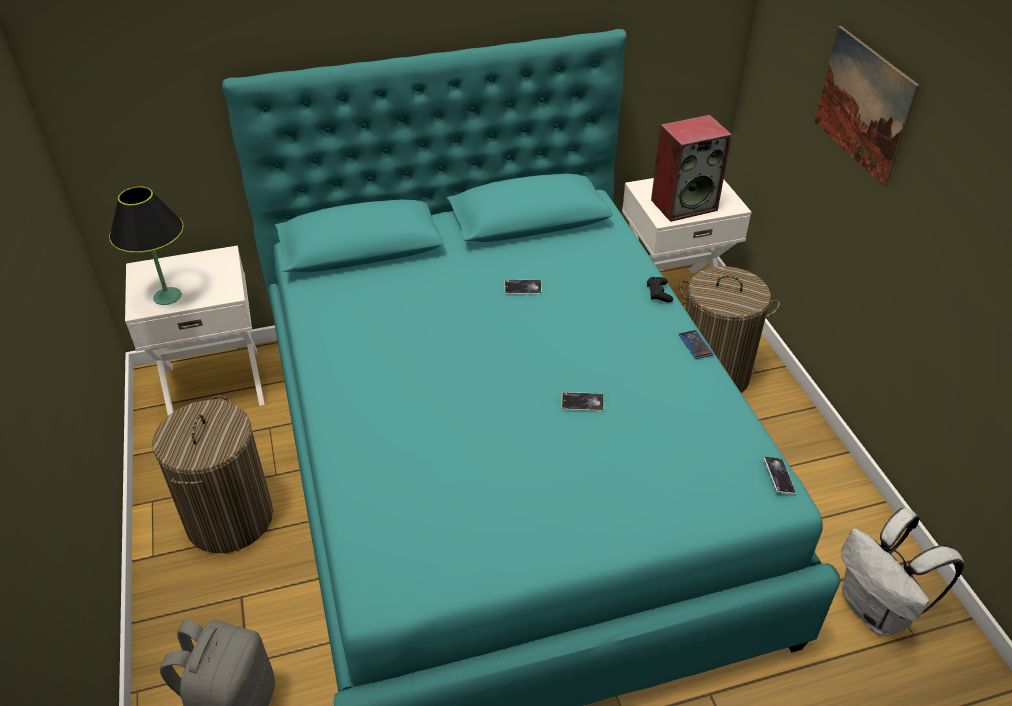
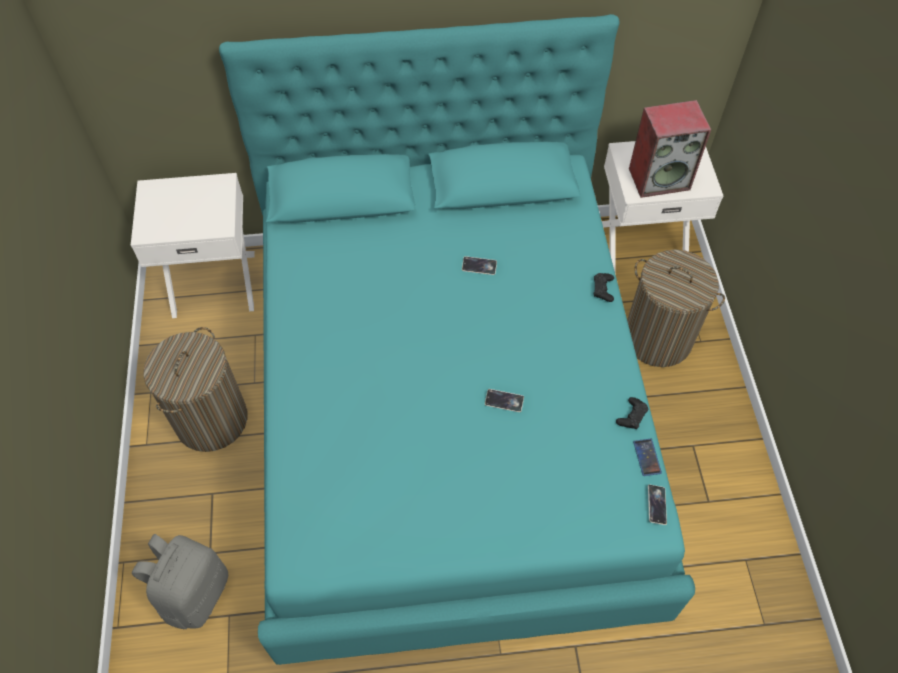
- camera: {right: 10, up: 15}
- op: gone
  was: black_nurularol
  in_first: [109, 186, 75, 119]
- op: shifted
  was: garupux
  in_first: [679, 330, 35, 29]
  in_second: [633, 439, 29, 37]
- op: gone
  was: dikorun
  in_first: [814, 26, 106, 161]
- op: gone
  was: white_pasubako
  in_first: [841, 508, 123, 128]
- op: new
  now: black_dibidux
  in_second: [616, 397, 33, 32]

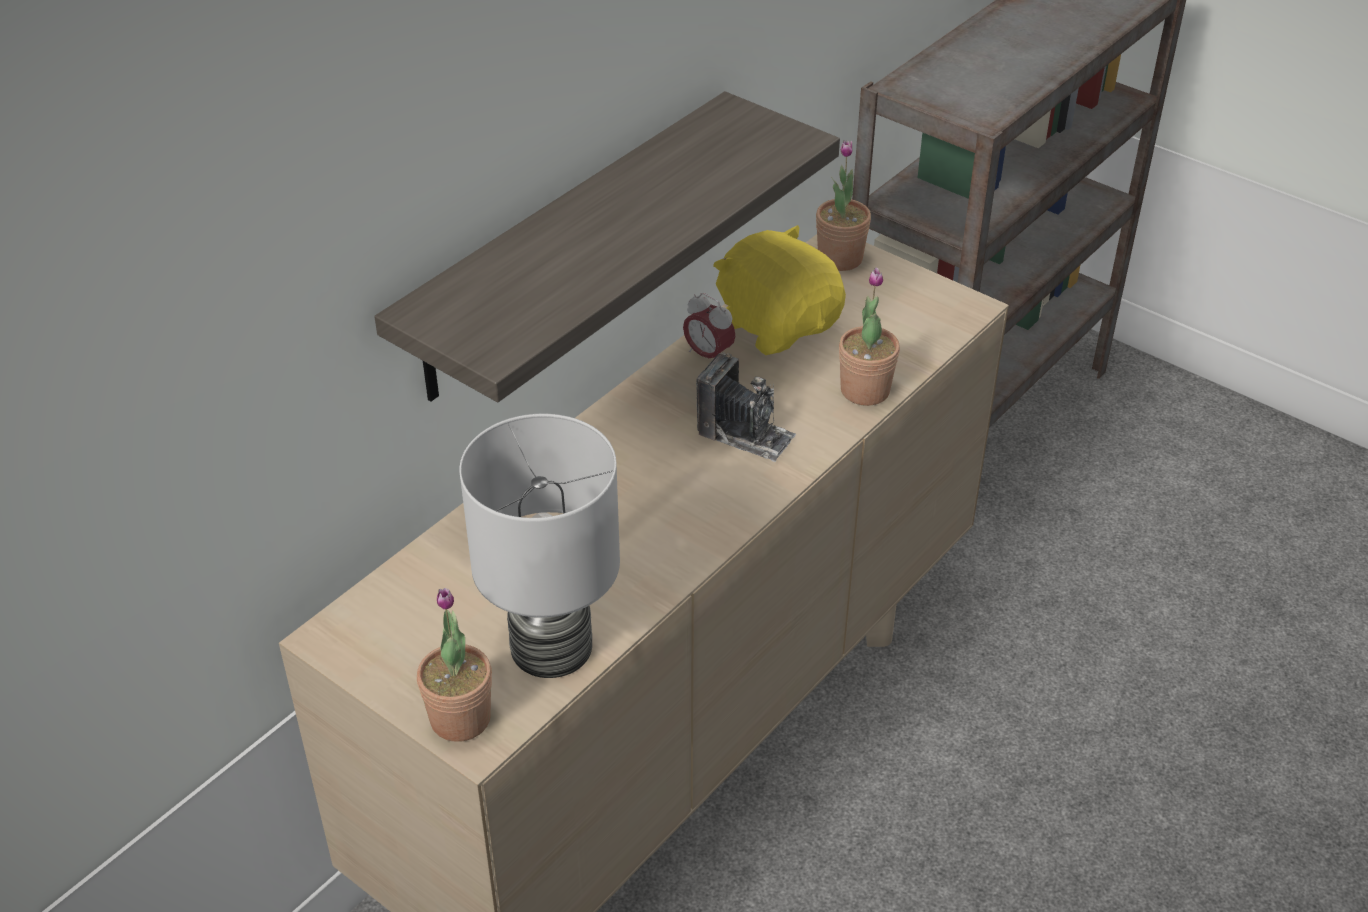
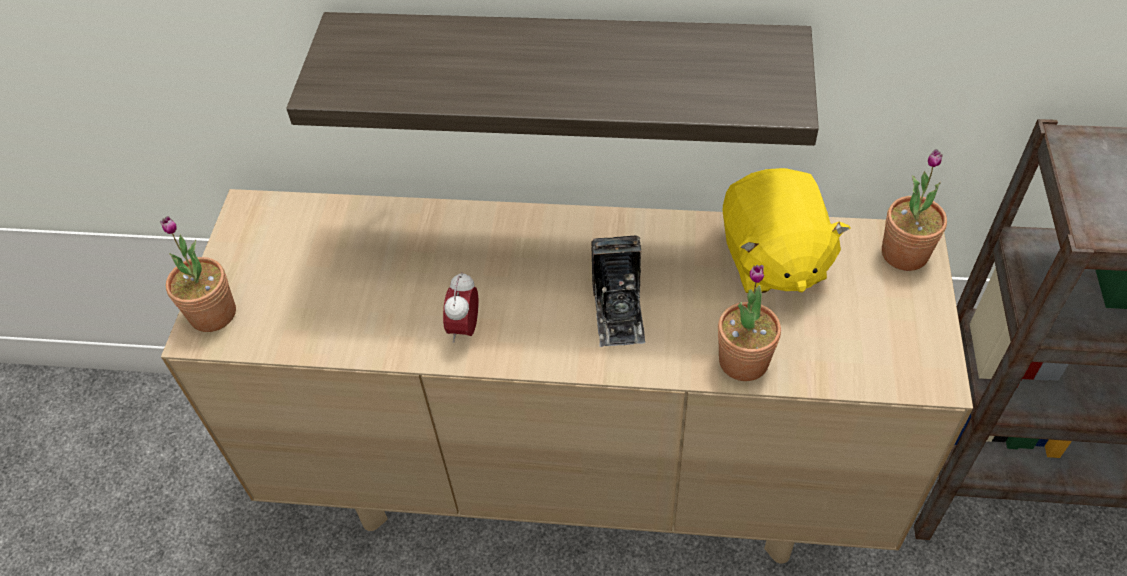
- camera: {right: 60, up: 10}
- op: gone
  was: grey_nurularol
  in_first: [459, 414, 161, 264]
- op: shifted
  was: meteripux
  in_first: [683, 293, 52, 65]
  in_second: [443, 272, 36, 71]
- op: rotated
  was: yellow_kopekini
  in_first: [713, 225, 133, 130]
  in_second: [722, 168, 128, 125]
  clockwise: 150

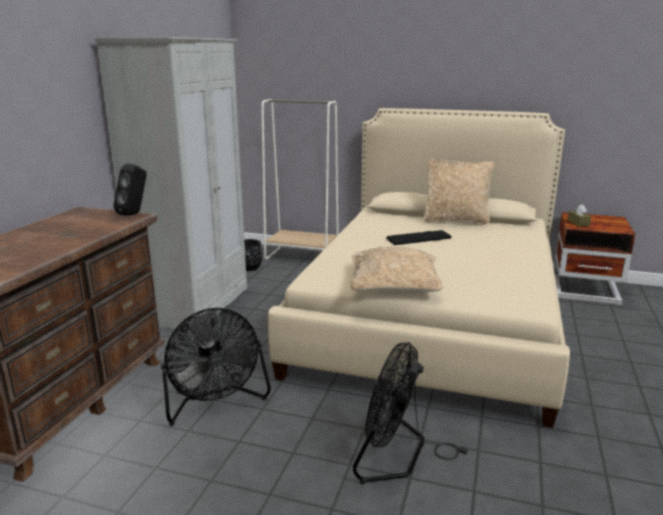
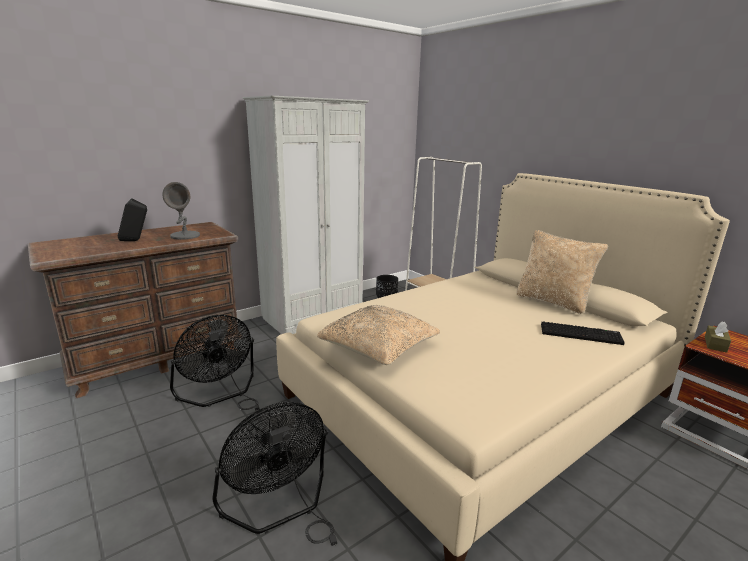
- camera: {right: 35, up: 0}
- op: shifted
  was: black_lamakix
  in_first: [113, 163, 34, 53]
  in_second: [117, 198, 30, 43]
- op: rotated
  was: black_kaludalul
  in_first: [161, 308, 110, 118]
  in_second: [170, 315, 90, 96]
  clockwise: 135
- op: shifted
  was: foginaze
  in_first: [386, 230, 66, 15]
  in_second: [541, 321, 84, 24]
- op: new
  now: grey_nurularol
  in_second: [162, 182, 38, 58]

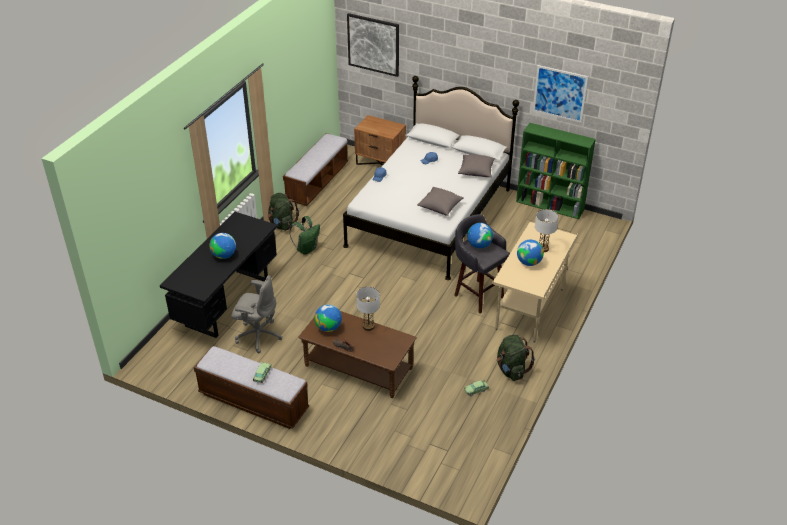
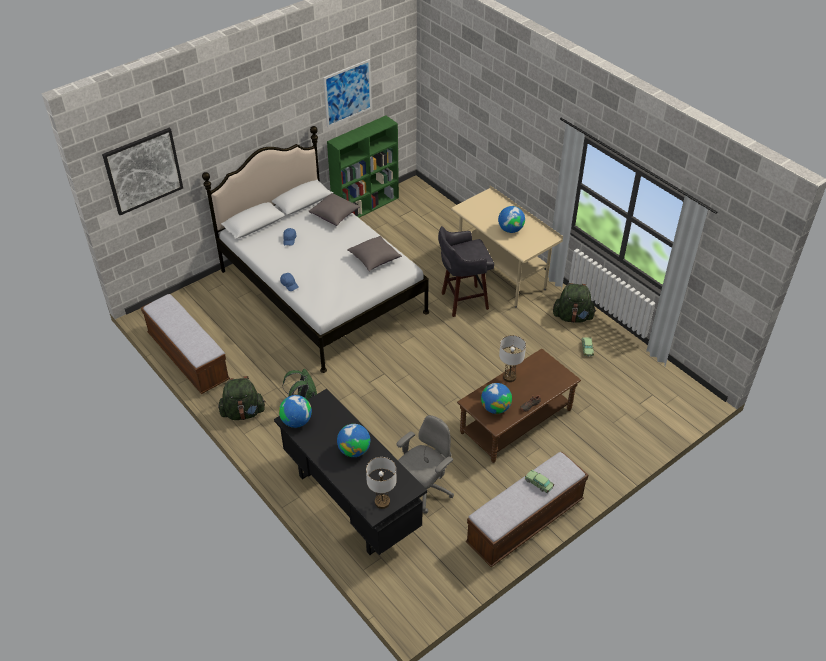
- camera: {right: -65, up: 5}
- op: gone
  was: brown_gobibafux
  in_first: [354, 115, 52, 51]
- op: shifted
  was: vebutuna
  in_first: [467, 223, 26, 25]
  in_second: [279, 395, 33, 33]
- op: shifted
  was: nurularol
  in_first: [535, 209, 24, 43]
  in_second: [366, 457, 31, 52]

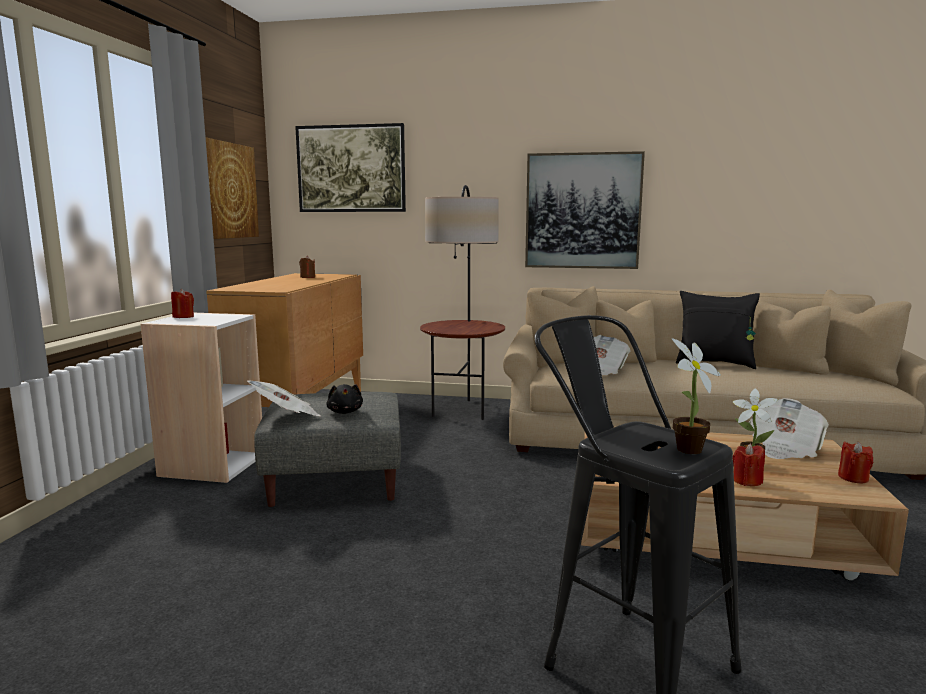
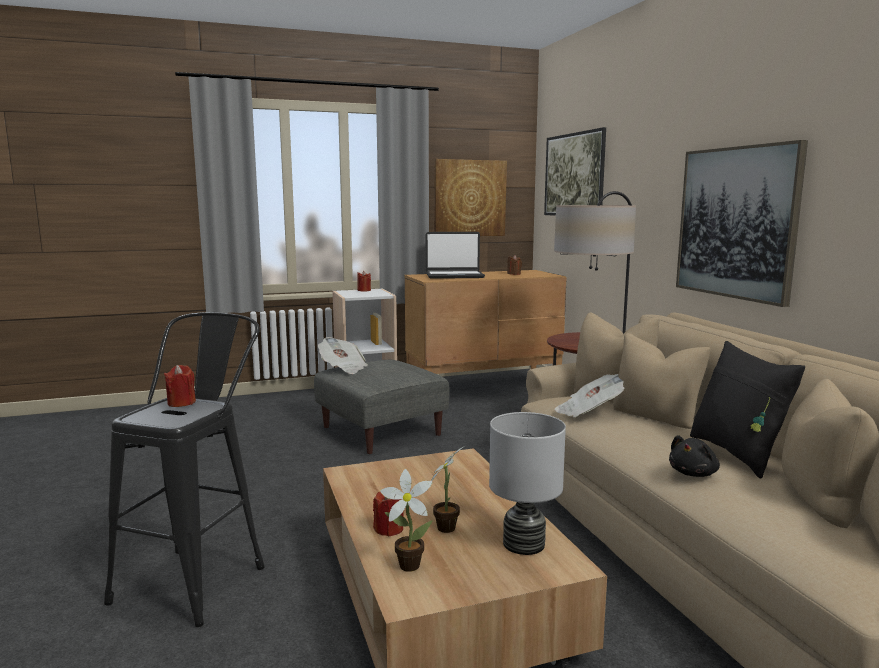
- camera: {right: 60, up: 0}
- op: shifted
  was: black_kopekini
  in_first: [326, 384, 37, 30]
  in_second: [669, 435, 51, 42]
- op: shifted
  was: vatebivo
  in_first: [672, 338, 49, 116]
  in_second: [380, 469, 53, 103]
- op: swapped
  was: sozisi
  now: grey_nurularol
  in_first: [749, 398, 80, 61]
  in_second: [489, 412, 77, 143]
- op: shifted
  was: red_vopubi
  in_first: [838, 442, 35, 42]
  in_second: [164, 365, 32, 42]
- op: new
  now: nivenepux
  in_second: [426, 232, 59, 47]

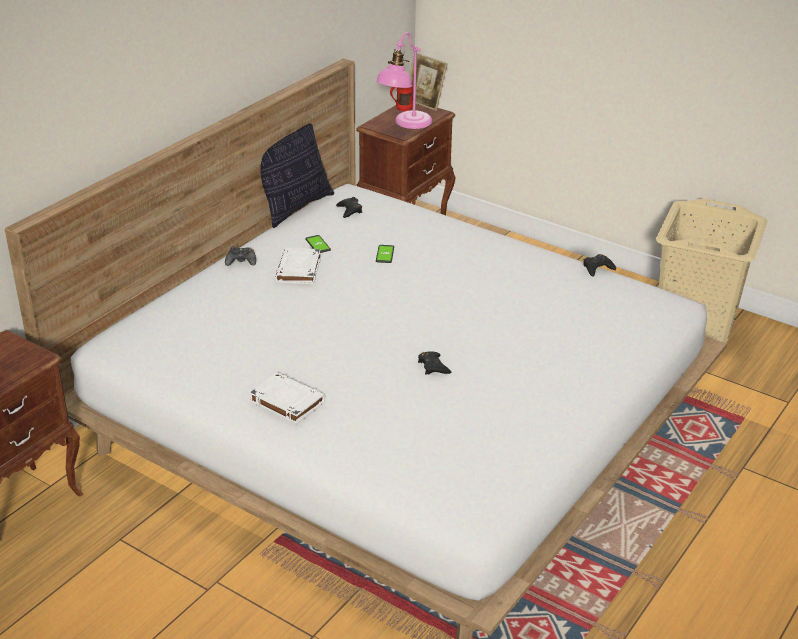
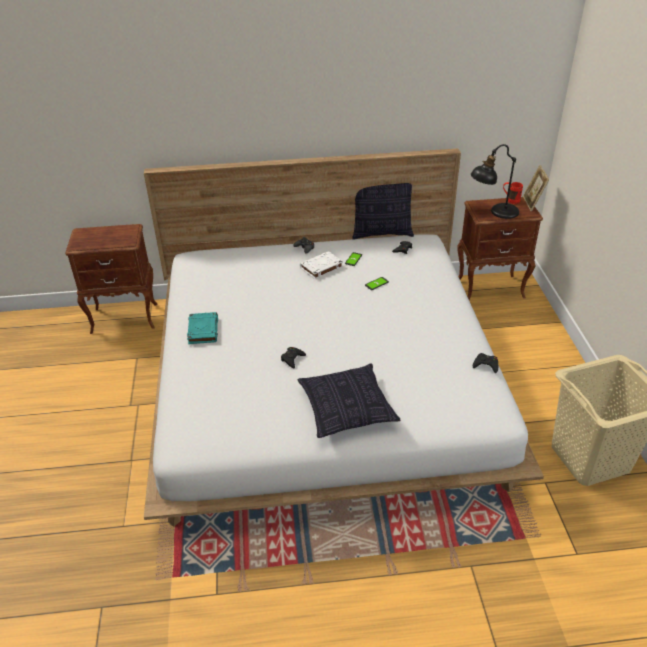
- camera: {right: 50, up: 5}
- op: repainted
  was: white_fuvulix
  now: turquoise_fuvulix
  in_first: [249, 372, 77, 52]
  in_second: [187, 312, 31, 32]
- op: repainted
  was: pink_nurularol
  now: black_nurularol
  in_first: [376, 32, 56, 97]
  in_second: [471, 144, 48, 75]
- op: new
  now: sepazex
  in_second: [298, 364, 102, 74]

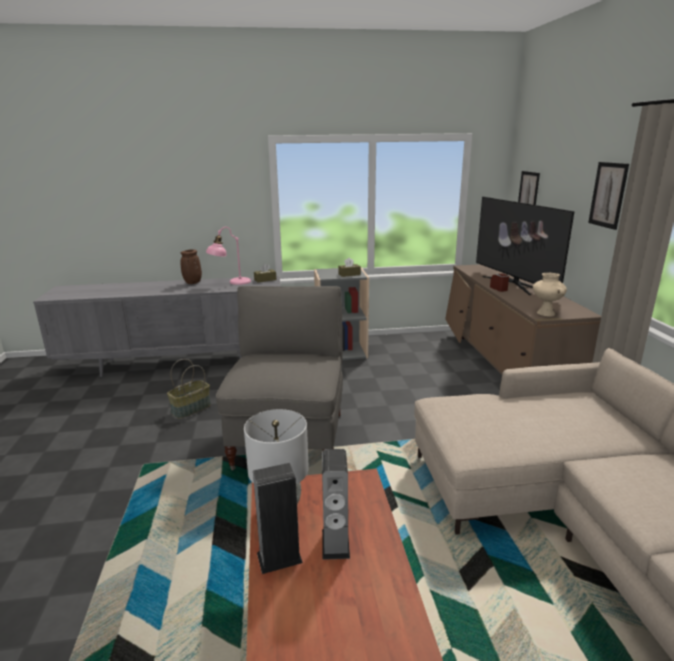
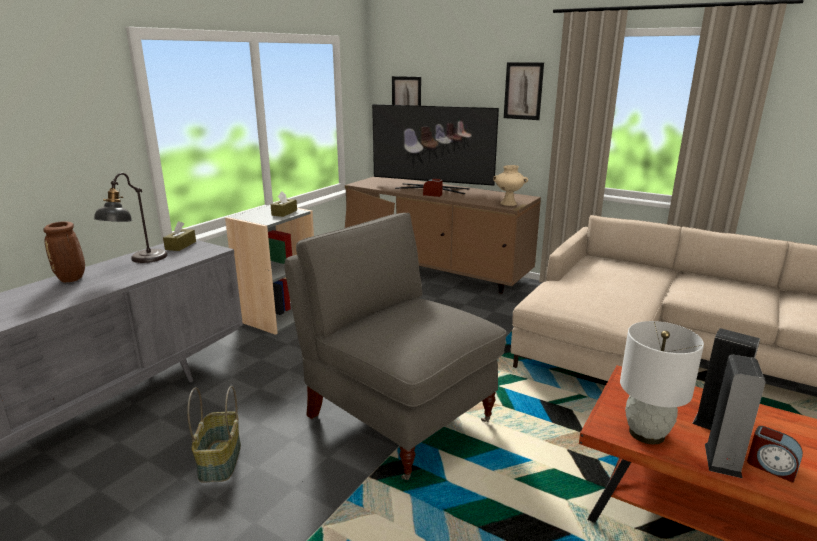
- camera: {right: -50, up: 0}
- op: repainted
  was: pink_nurularol
  now: grey_nurularol
  in_first: [206, 227, 45, 58]
  in_second: [93, 173, 74, 90]
- op: new
  now: meteripux
  in_second: [747, 426, 56, 57]

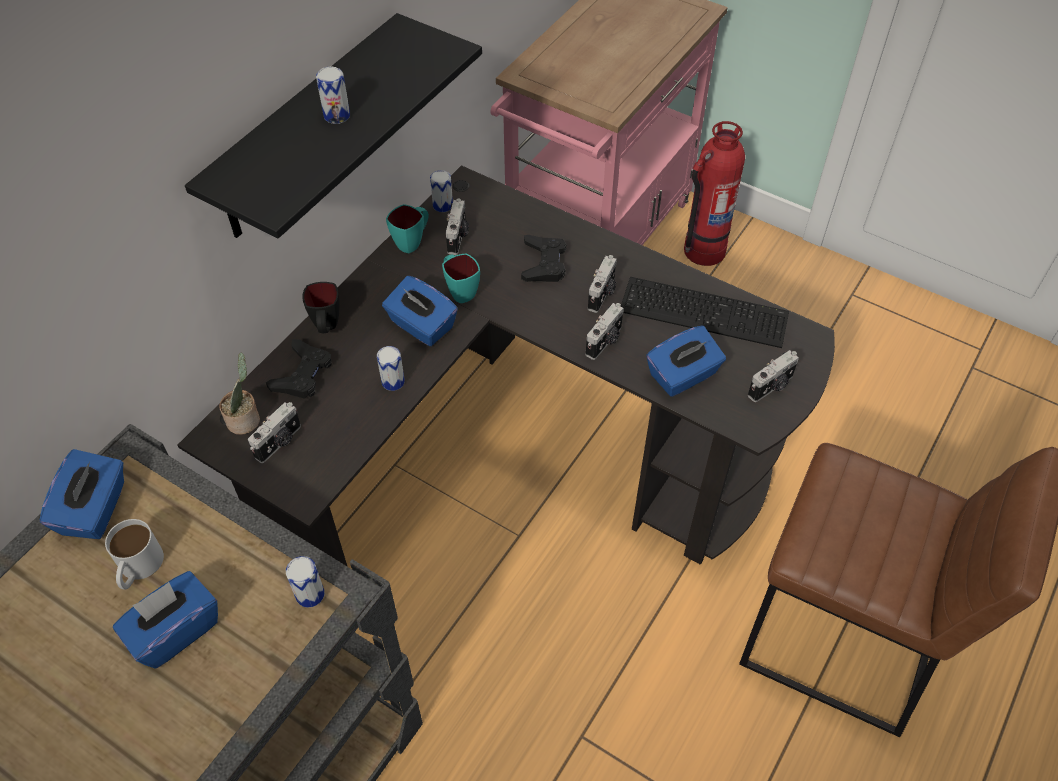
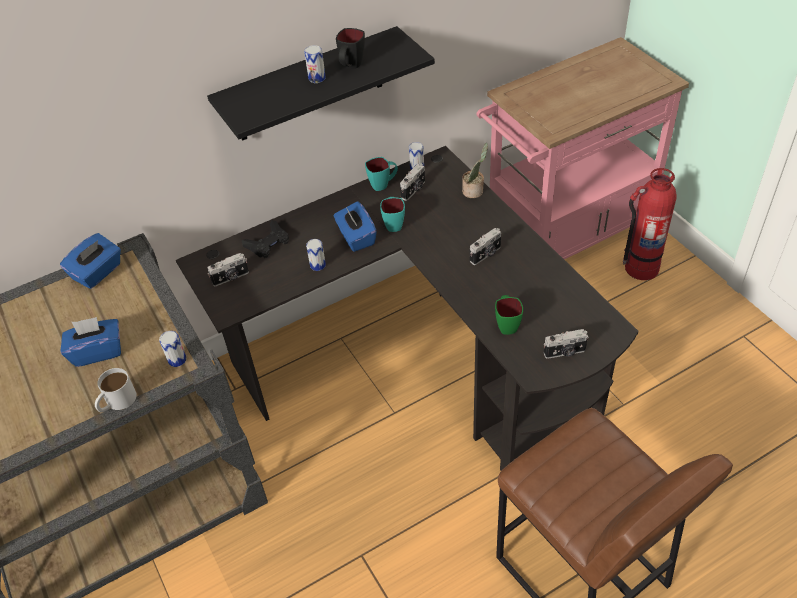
- camera: {right: 30, up: -5}
- op: shifted
  was: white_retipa
  in_first: [105, 519, 59, 71]
  in_second: [95, 368, 42, 44]
- op: shifted
  was: vatebivo
  in_first: [219, 352, 41, 83]
  in_second: [462, 143, 26, 55]
- op: shifted
  was: black_retipa
  in_first: [302, 282, 38, 51]
  in_second: [336, 28, 29, 41]
- op: gone
  was: black_dibidux
  in_first: [521, 235, 45, 47]
- op: gone
  was: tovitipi
  in_first: [586, 303, 38, 57]
- op: gone
  was: foginaze
  in_first: [621, 277, 168, 71]
- op: swapped
  was: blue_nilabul
  now: green_retipa
  in_first: [647, 325, 79, 72]
  in_second: [495, 295, 28, 40]

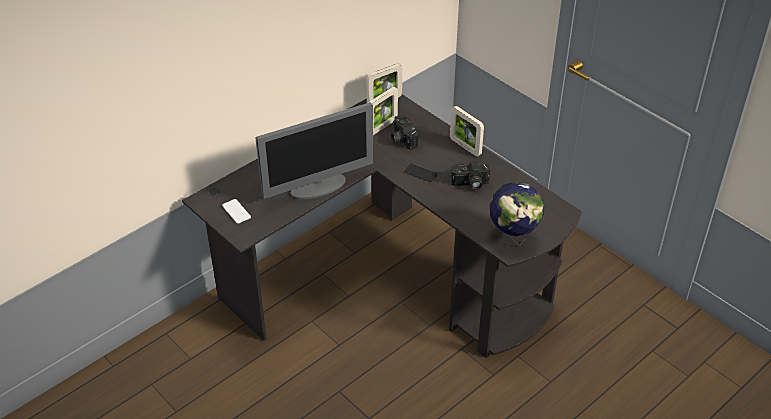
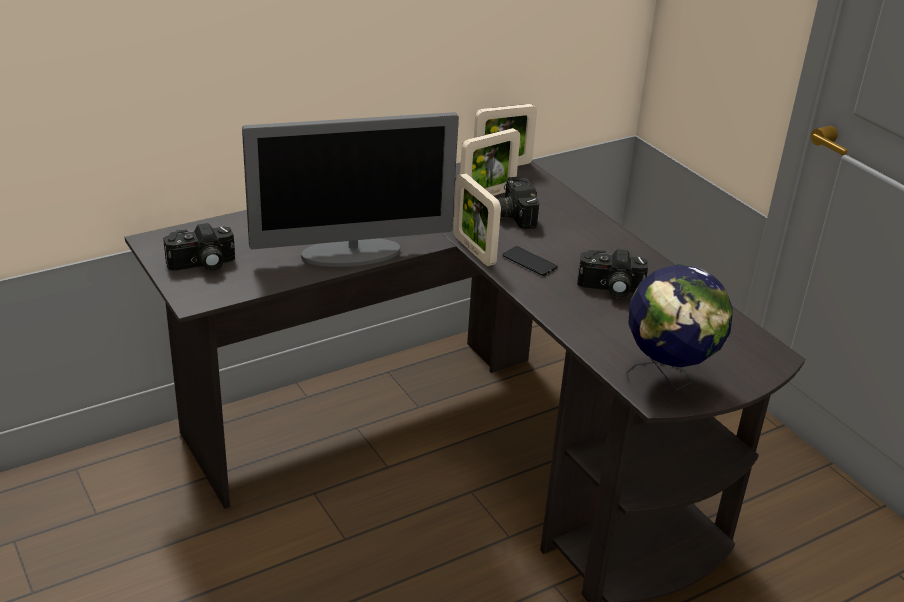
- camera: {right: 10, up: -10}
- op: swapped
  was: garupux
  now: tovitipi
  in_first: [222, 199, 29, 25]
  in_second: [163, 223, 72, 48]
- op: shifted
  was: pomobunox
  in_first: [450, 106, 34, 51]
  in_second: [453, 173, 48, 93]

